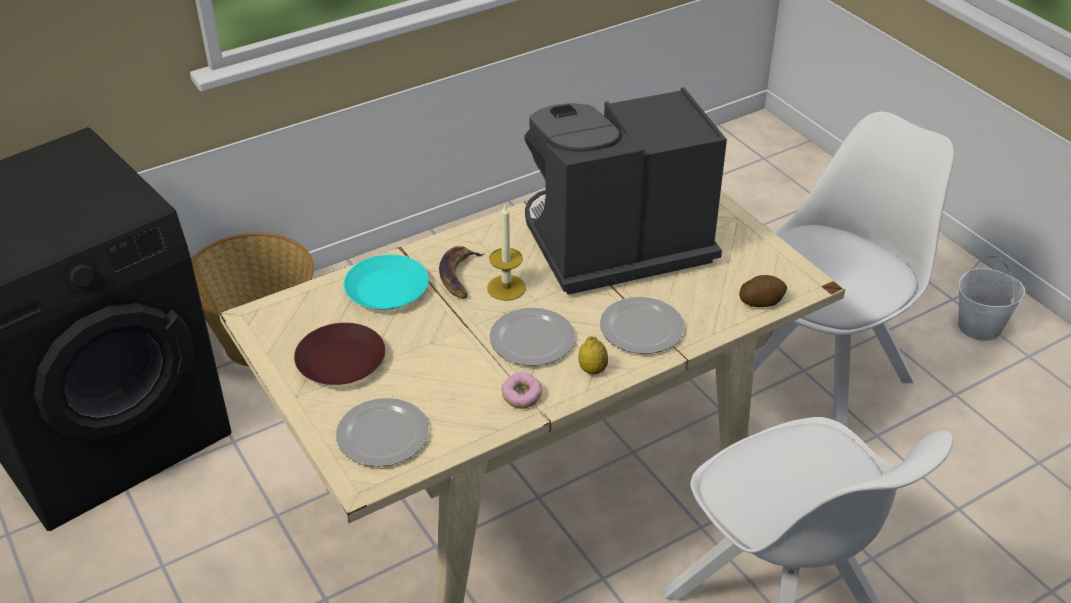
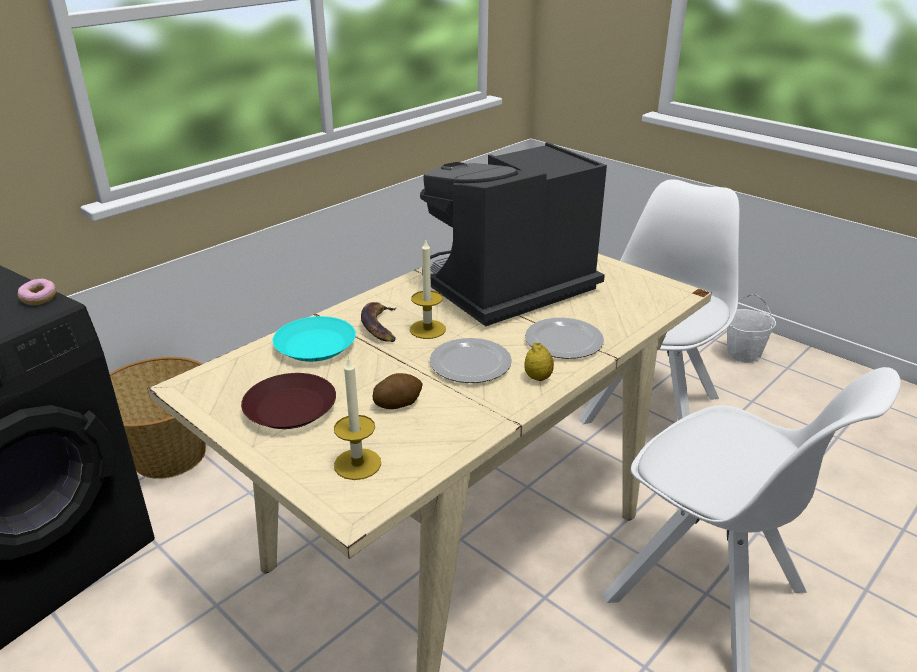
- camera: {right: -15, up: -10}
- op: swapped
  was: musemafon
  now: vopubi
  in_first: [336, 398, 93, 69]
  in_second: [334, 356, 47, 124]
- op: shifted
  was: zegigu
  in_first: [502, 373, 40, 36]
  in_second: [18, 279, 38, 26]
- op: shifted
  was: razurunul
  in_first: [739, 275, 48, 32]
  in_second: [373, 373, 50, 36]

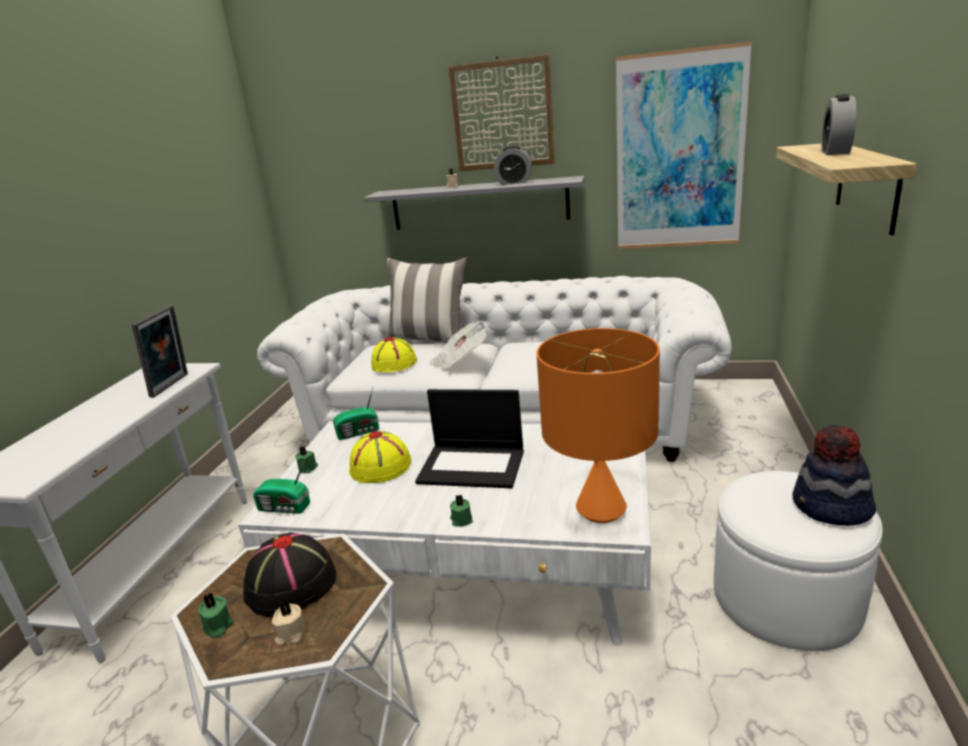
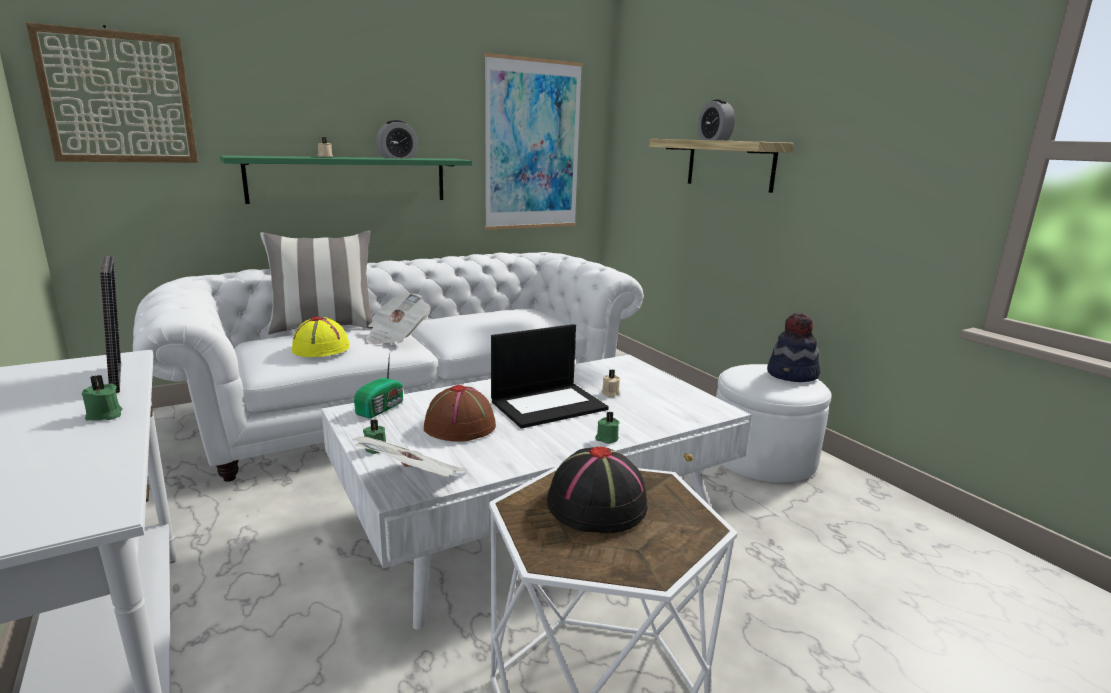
- camera: {right: -45, up: -5}
- op: shifted
  was: green_vopubi
  in_first: [198, 593, 35, 45]
  in_second: [82, 375, 40, 46]
- op: swapped
  was: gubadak
  now: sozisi
  in_first: [253, 460, 57, 54]
  in_second: [352, 437, 115, 40]
- op: shifted
  was: beige_vopubi
  in_first: [272, 600, 34, 46]
  in_second: [601, 369, 19, 28]
- op: repainted
  was: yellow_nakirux
  now: brown_nakirux
  in_first: [349, 431, 62, 52]
  in_second: [424, 385, 72, 56]
- op: repainted
  was: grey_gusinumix
  now: green_gusinumix
  in_first: [364, 176, 220, 54]
  in_second: [220, 155, 252, 49]
- op: shifted
  was: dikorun
  in_first: [448, 55, 107, 116]
  in_second: [26, 22, 172, 141]
- op: gone
  was: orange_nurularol
  in_first: [536, 328, 124, 195]

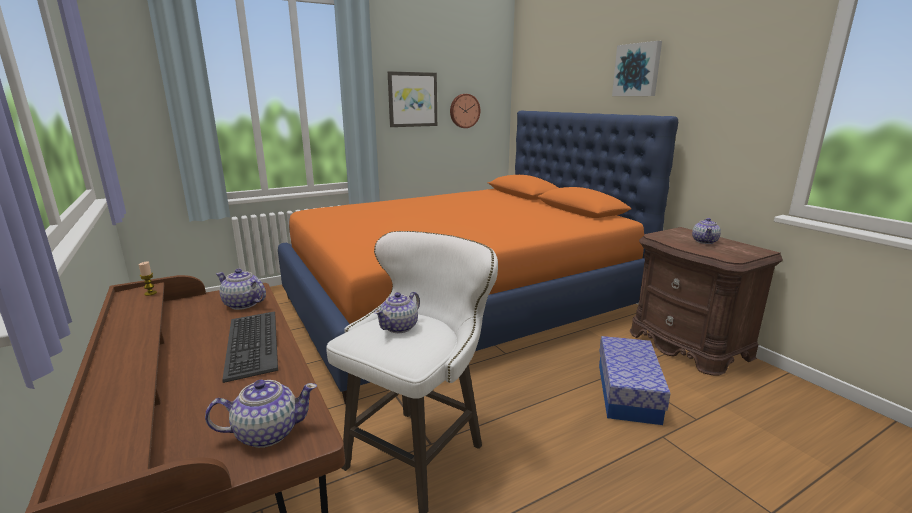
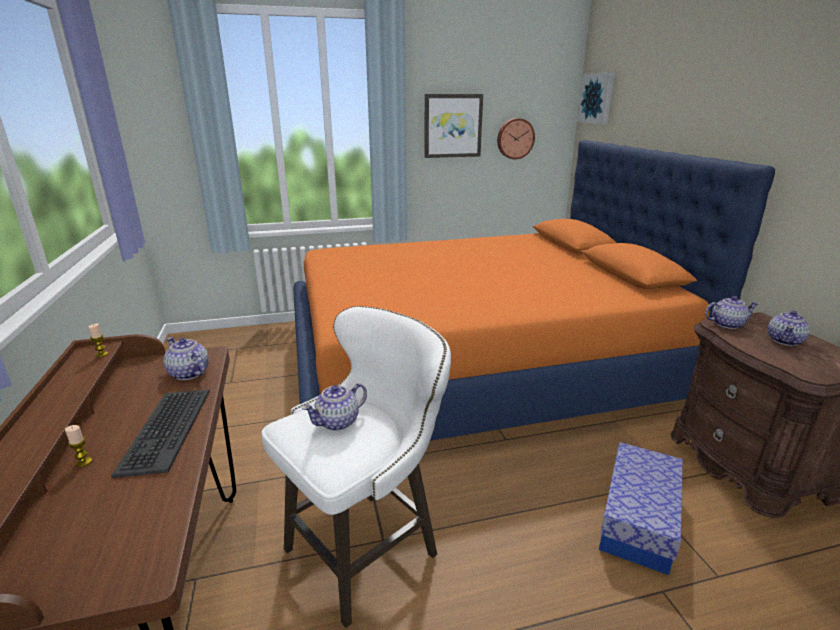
- camera: {right: 15, up: 5}
- op: shifted
  was: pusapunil
  in_first: [205, 380, 112, 68]
  in_second: [705, 296, 54, 33]
- op: shifted
  was: dikorun
  in_first: [612, 41, 50, 55]
  in_second: [578, 72, 37, 52]
- op: new
  now: vopubi
  in_second: [65, 425, 27, 42]

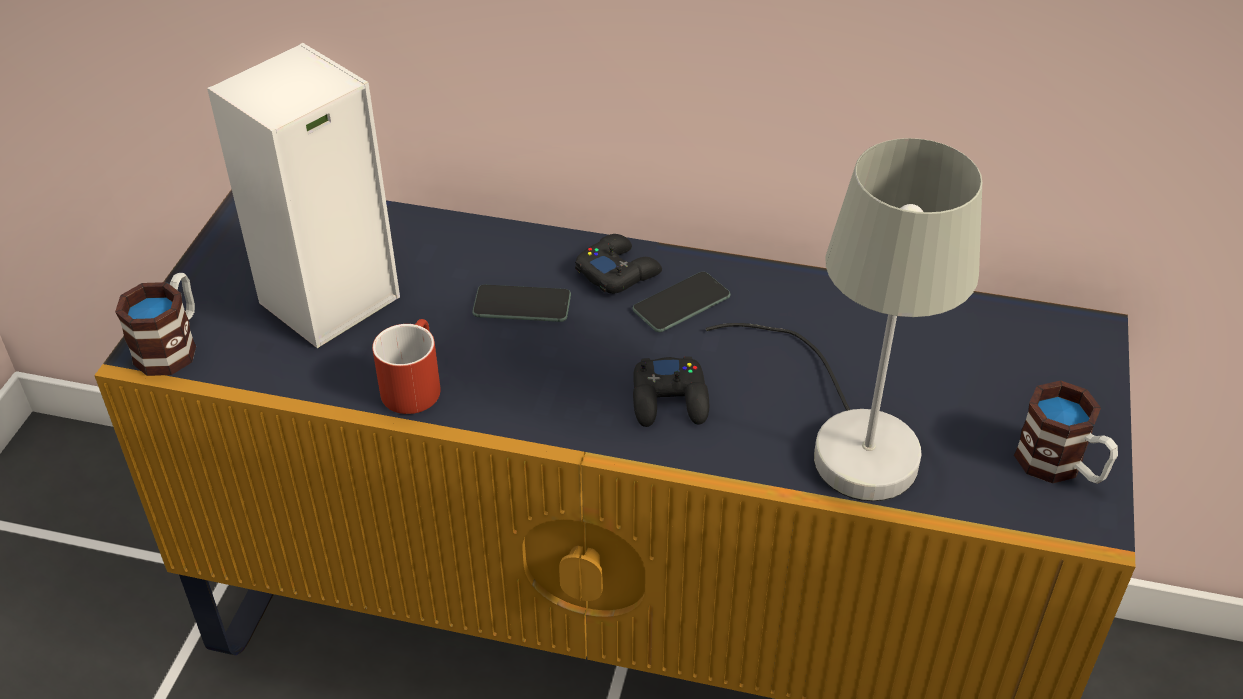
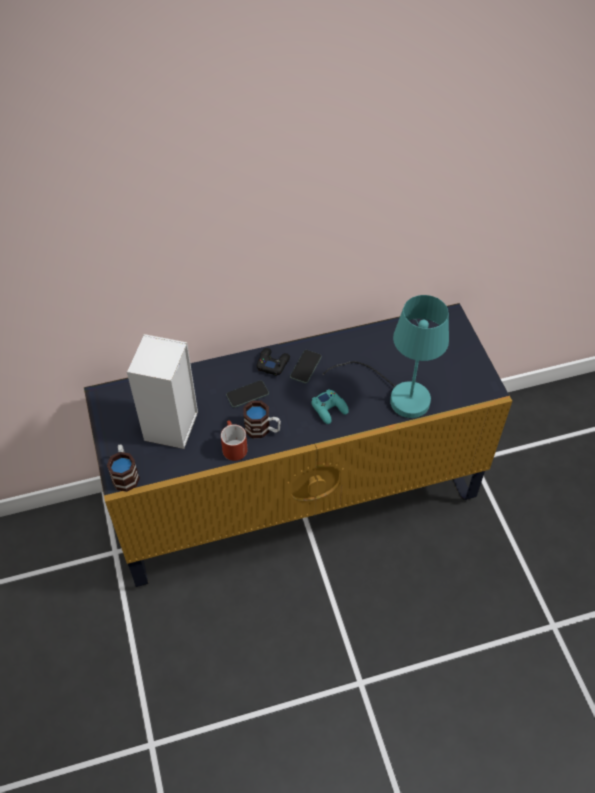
- camera: {right: -30, up: 10}
- op: repainted
  was: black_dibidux
  now: turquoise_dibidux
  in_first: [633, 356, 76, 71]
  in_second: [311, 389, 38, 35]
- op: repainted
  was: grey_nurularol
  now: turquoise_nurularol
  in_first: [706, 138, 276, 363]
  in_second: [323, 295, 126, 123]
- op: shifted
  was: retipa
  in_first: [1014, 380, 104, 104]
  in_second: [243, 401, 38, 37]

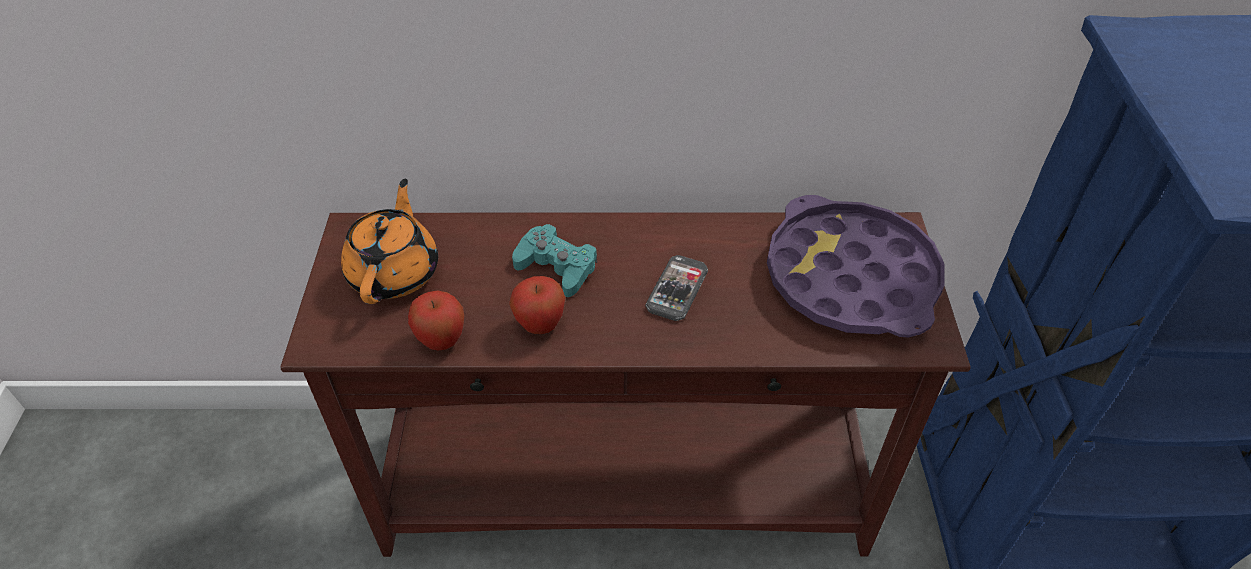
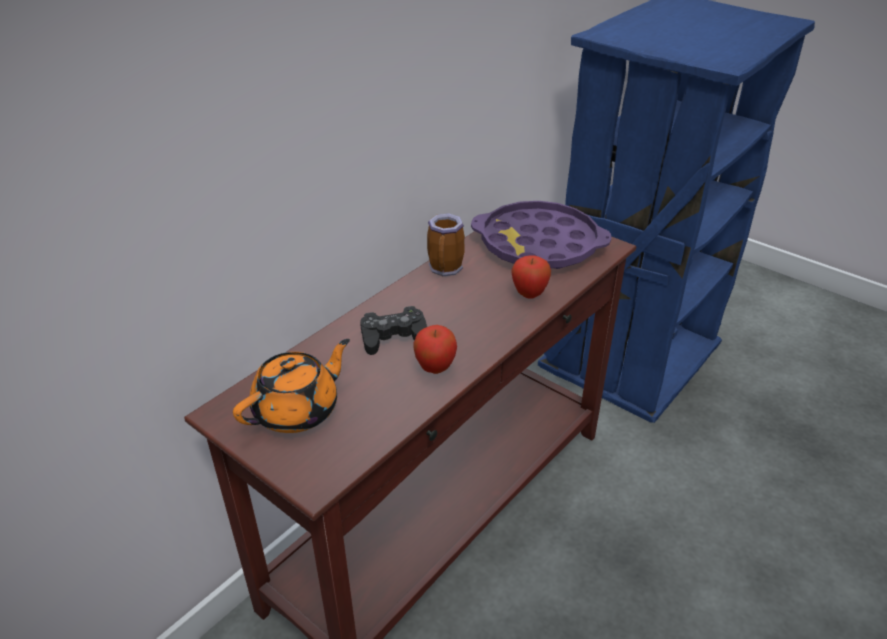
- camera: {right: -50, up: -10}
- op: rotated
  was: orange_pusapunil
  in_first: [341, 179, 97, 125]
  in_second: [233, 339, 117, 94]
  clockwise: 90
- op: shifted
  was: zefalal
  in_first: [408, 290, 56, 60]
  in_second: [512, 256, 39, 43]
- op: repainted
  was: turquoise_dibidux
  now: black_dibidux
  in_first: [512, 224, 85, 73]
  in_second: [360, 306, 67, 49]
- op: gone
  was: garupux
  in_first: [645, 255, 63, 66]
- op: new
  now: retipa
  in_second: [427, 213, 38, 63]

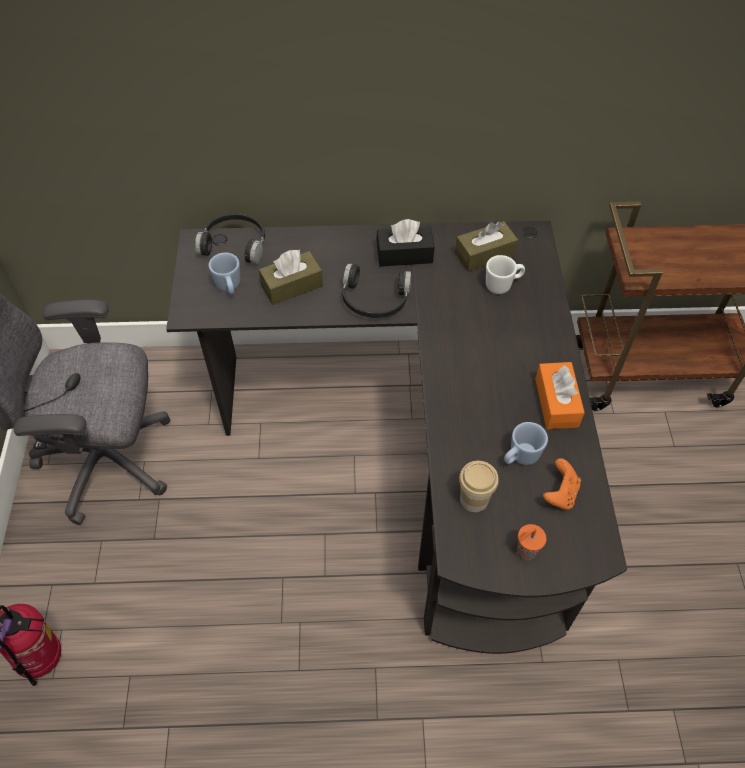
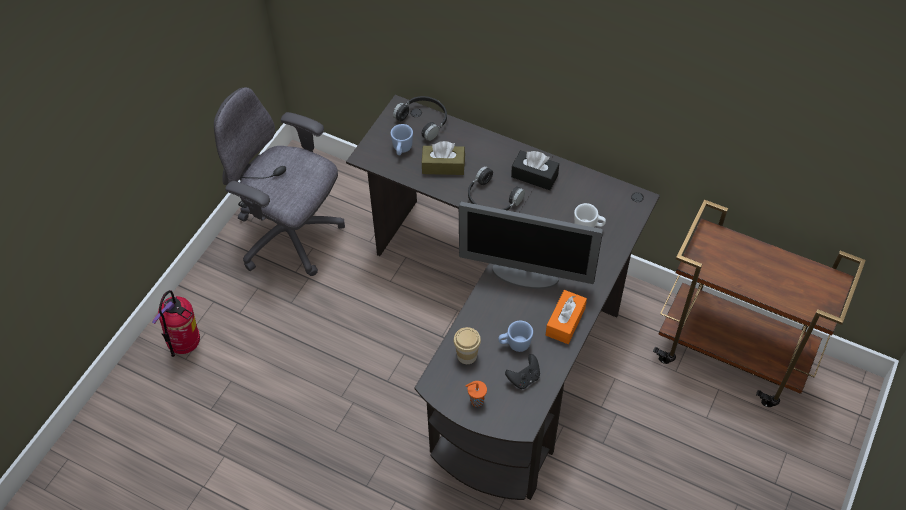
- camera: {right: 30, up: 0}
- op: gone
  was: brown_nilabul
  in_first: [455, 221, 63, 51]
- op: repainted
  was: orange_dibidux
  now: black_dibidux
  in_first: [543, 458, 38, 52]
  in_second: [505, 354, 35, 35]
- op: new
  now: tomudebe
  in_second: [458, 202, 145, 87]

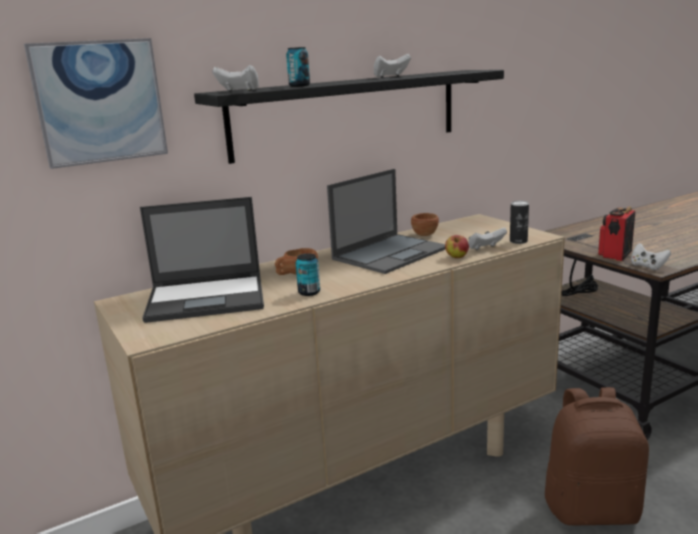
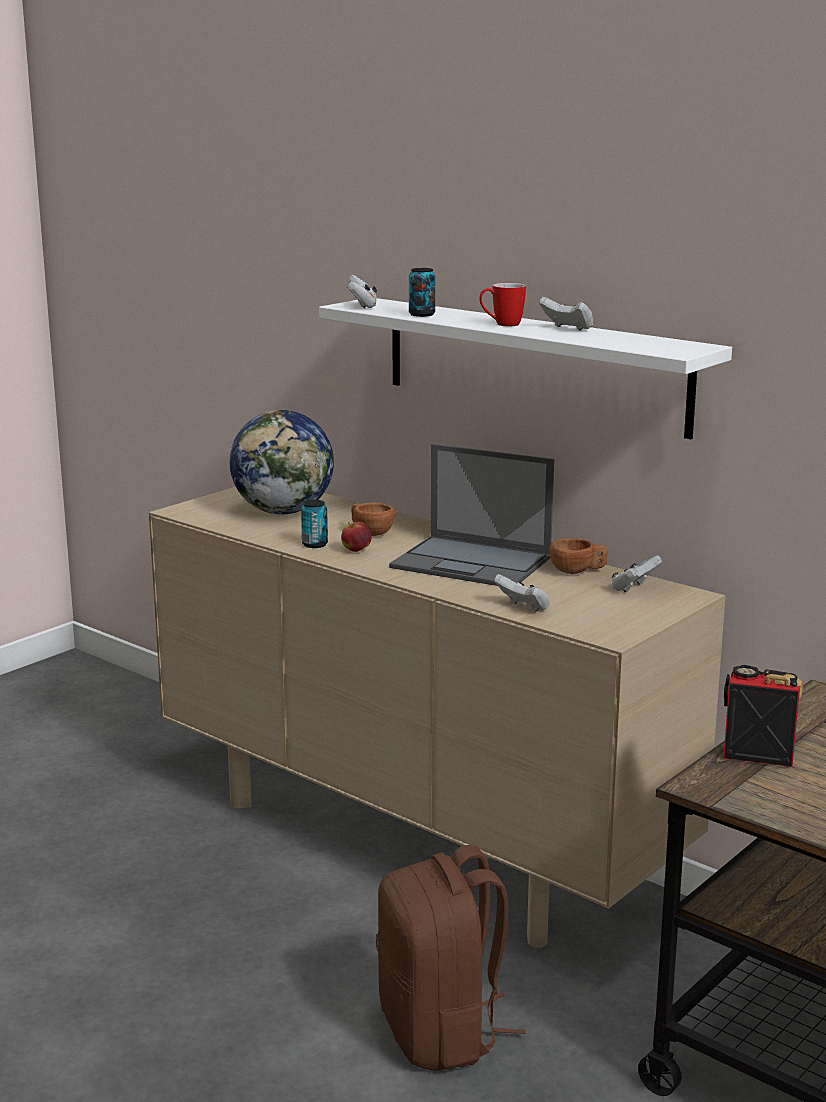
- camera: {right: 70, up: 0}
- op: gone
  was: dikorun
  in_first: [24, 38, 144, 131]
- op: swapped
  was: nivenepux
  now: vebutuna
  in_first: [140, 197, 124, 126]
  in_second: [229, 410, 105, 105]
- op: repainted
  was: black_gusinumix
  now: white_gusinumix
  in_first: [194, 70, 310, 94]
  in_second: [319, 298, 413, 141]
- op: shifted
  was: zefalal
  in_first: [445, 235, 24, 23]
  in_second: [341, 522, 31, 30]
- op: gone
  was: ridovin
  in_first: [510, 201, 19, 43]
- op: shifted
  was: white_dibidux
  in_first: [631, 243, 40, 27]
  in_second: [612, 555, 50, 37]
- op: new
  now: retipa
  in_second: [479, 283, 47, 43]

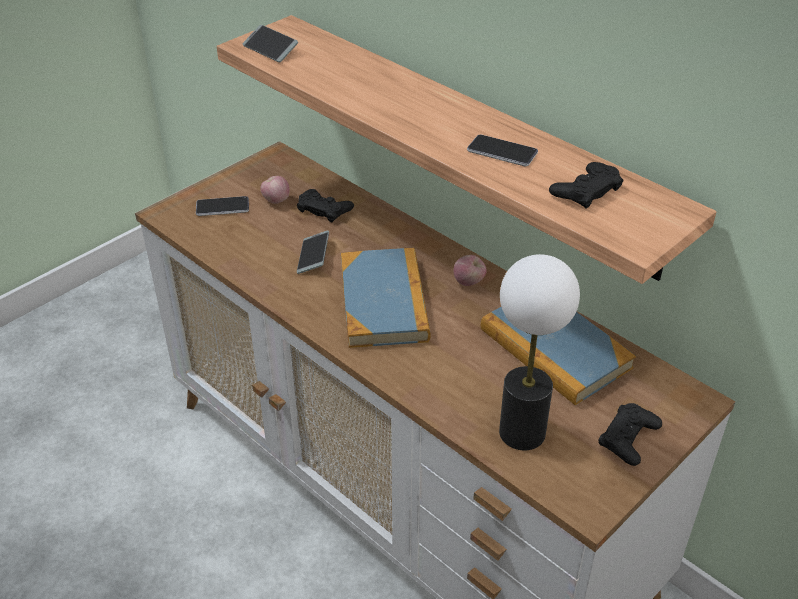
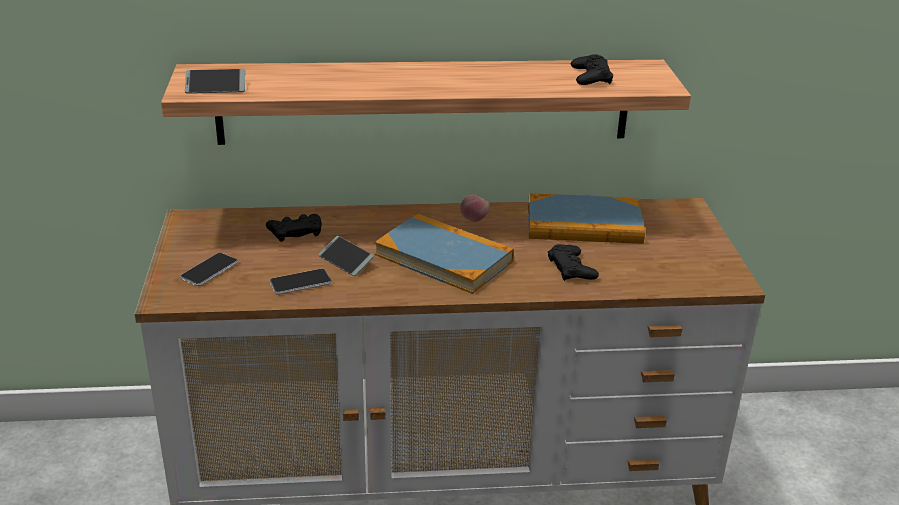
- camera: {right: -50, up: -10}
- op: gone
  was: zefalal
  in_first: [260, 176, 30, 28]
- op: shifted
  was: garupux
  in_first: [467, 135, 71, 31]
  in_second: [270, 269, 62, 26]
- op: gone
  was: nurularol
  in_first: [499, 254, 81, 196]
- op: shifted
  was: black_dibidux
  in_first: [598, 403, 64, 63]
  in_second: [548, 244, 51, 37]

